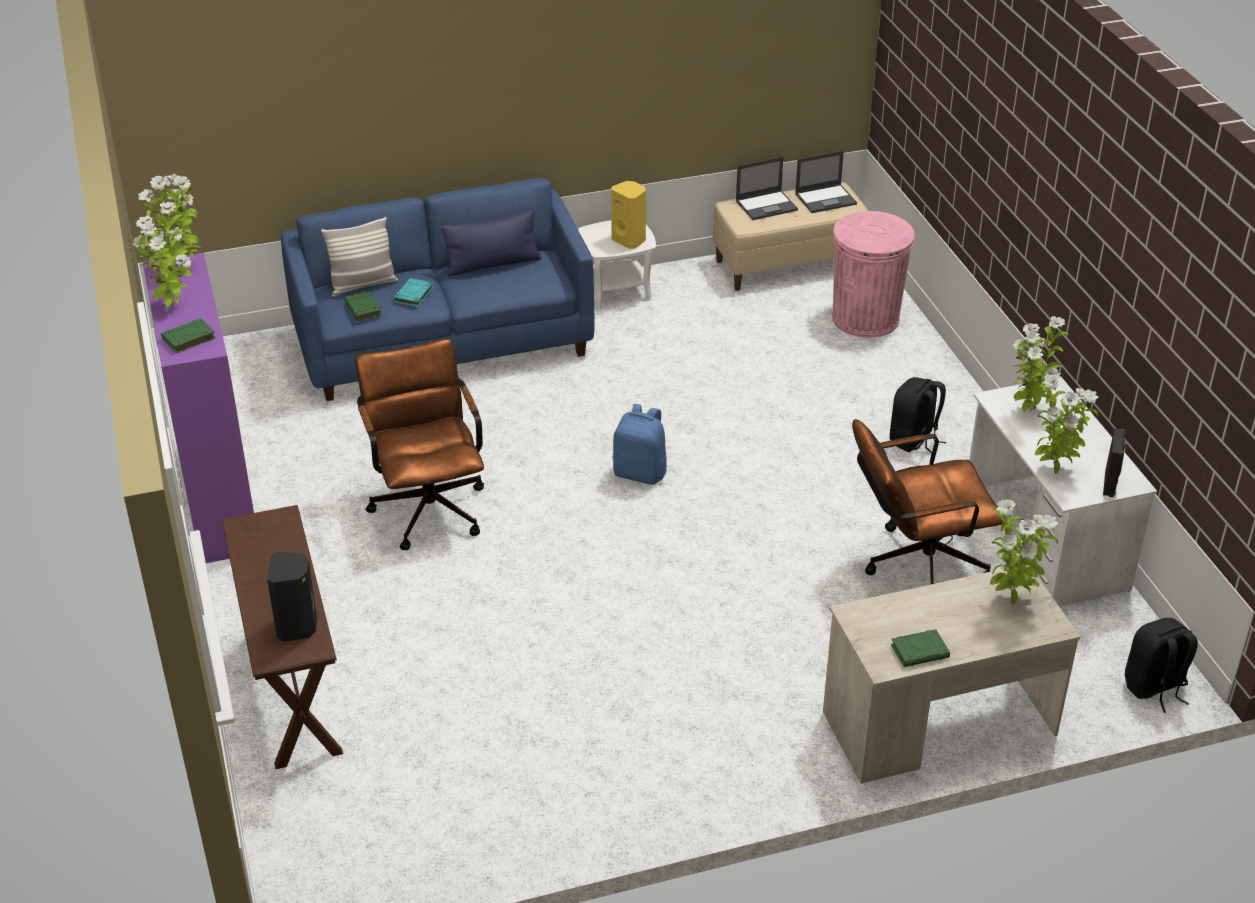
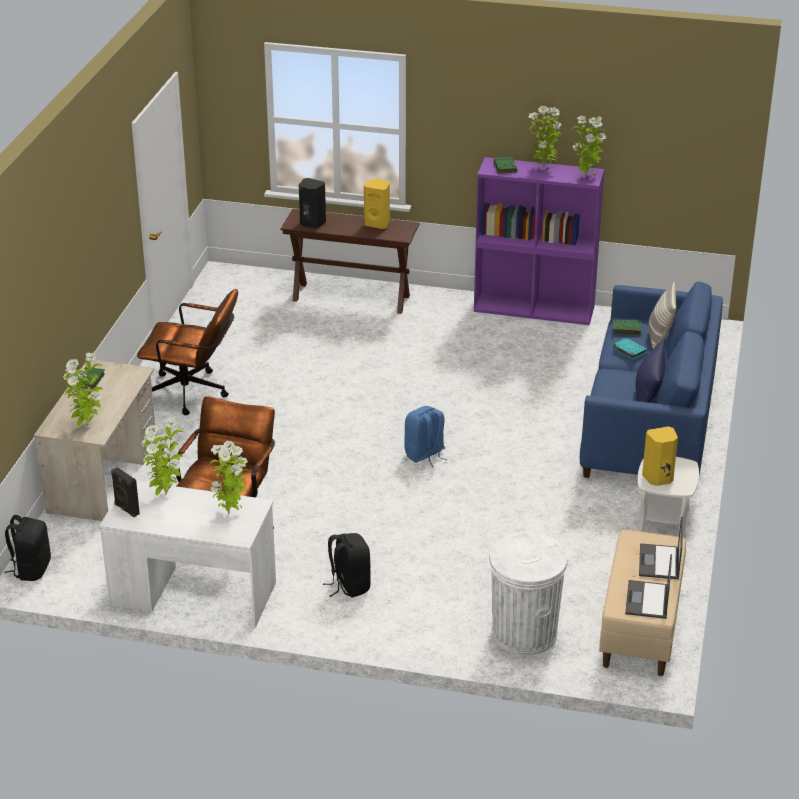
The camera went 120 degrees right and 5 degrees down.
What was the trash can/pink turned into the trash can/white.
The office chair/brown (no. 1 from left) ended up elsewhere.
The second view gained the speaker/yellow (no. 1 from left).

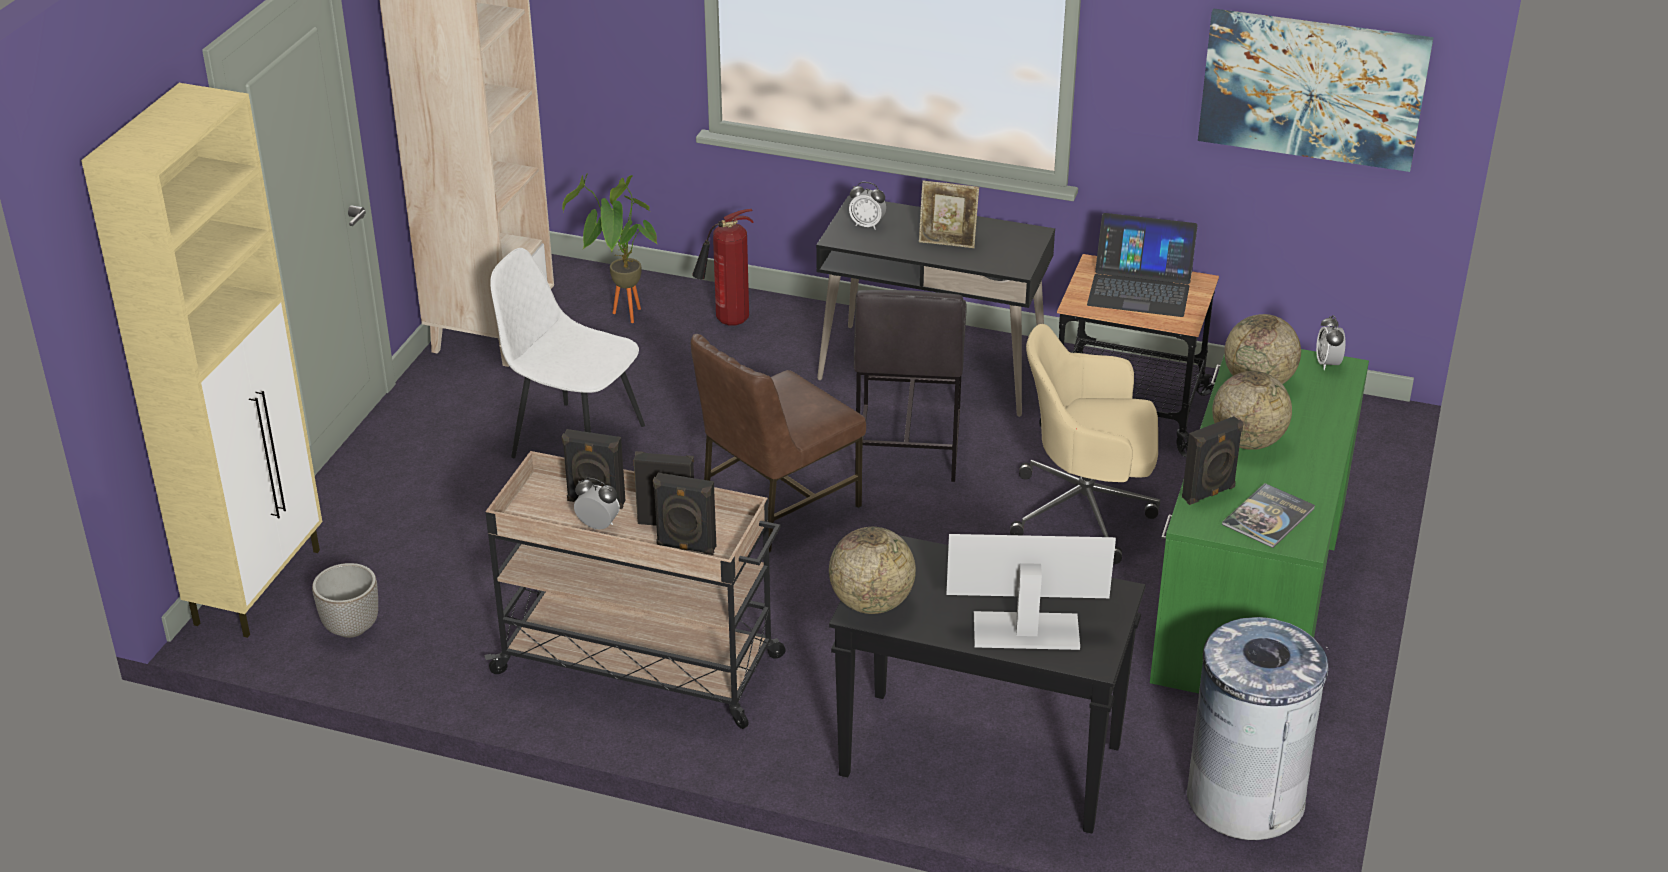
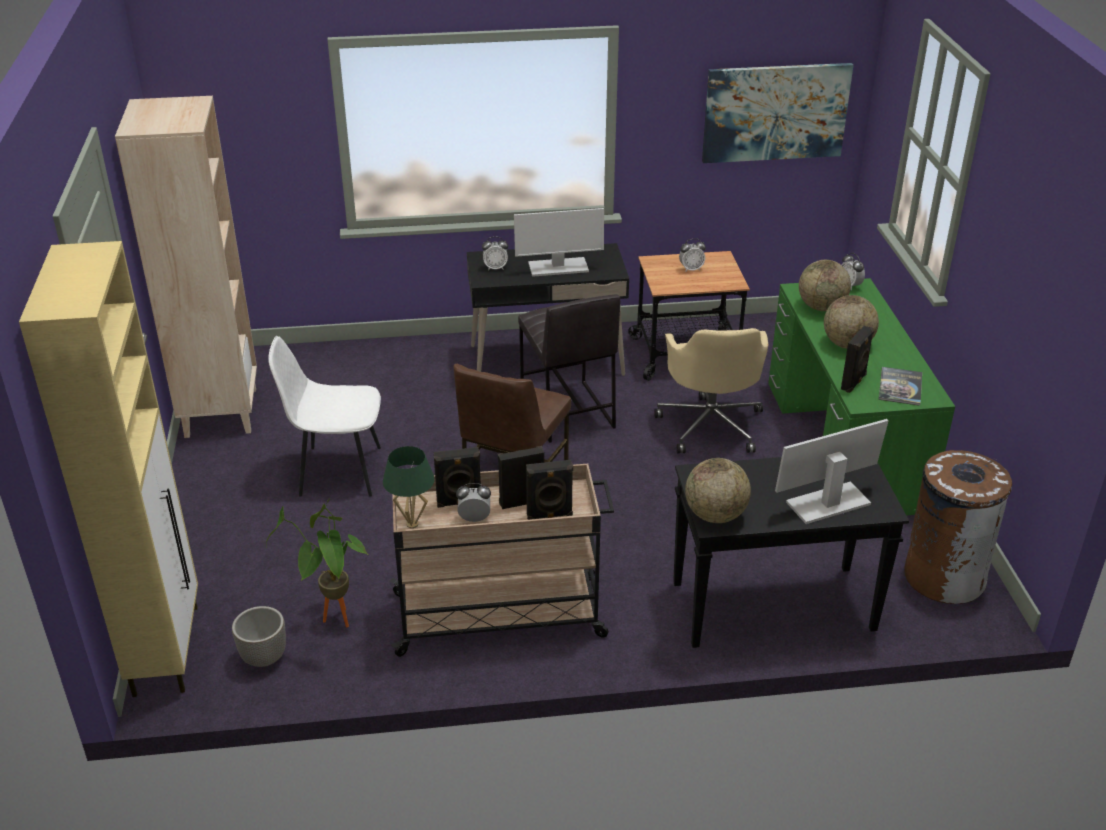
The camera went 25 degrees left and 0 degrees up.
The potted plant ended up elsewhere.
Where the picture frame stood, the monitor (no. 1 from left) came to stand.
The second view lost the fire extinguisher.
Where the laptop stood, the alarm clock (no. 3 from left) came to stand.
The office chair/beige ended up facing another way, 75 degrees counterclockwise from before.
What was the trash can/grey turned into the trash can/brown.
The second view gained the table lamp/green.

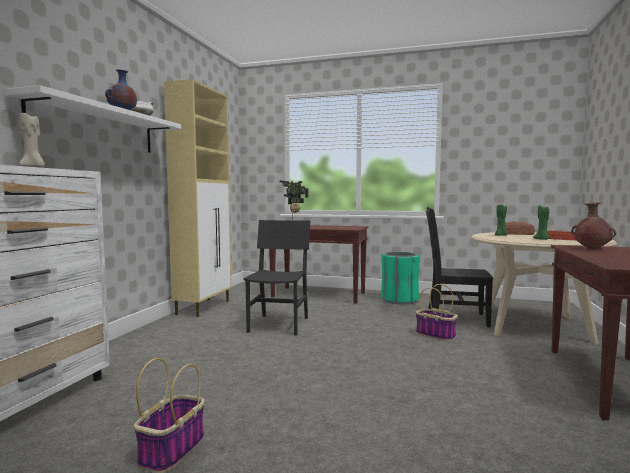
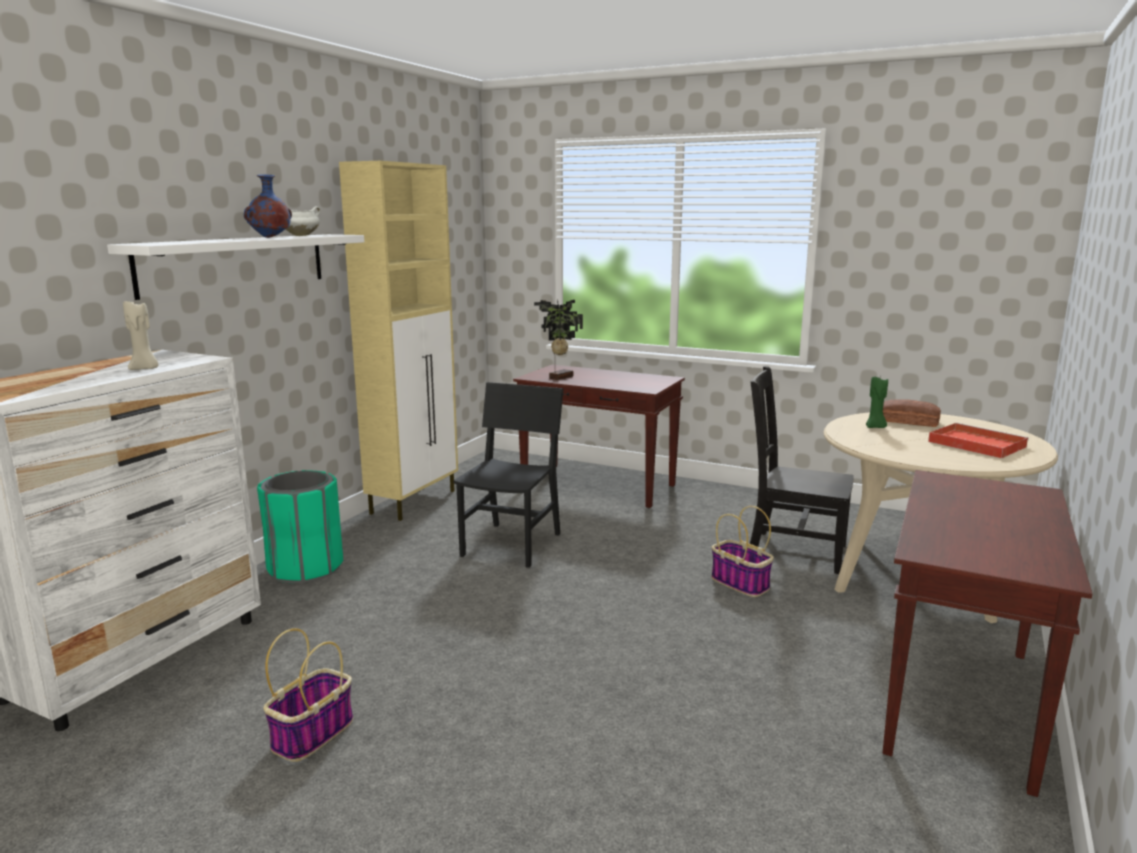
The camera went 10 degrees right and 10 degrees up.
The second view lost the vase/brown.
The second view lost the candle/green (no. 2 from left).
The trash can/green ended up elsewhere.

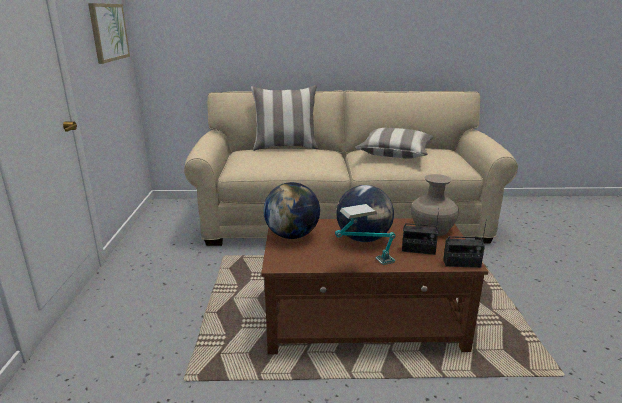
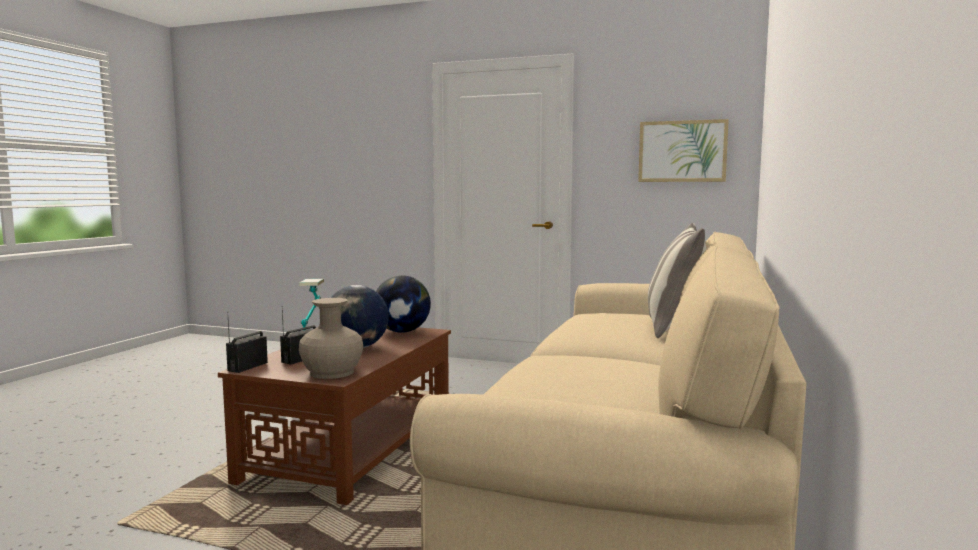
The camera went 110 degrees right and 15 degrees down.
The second view lost the pillow (no. 2 from left).

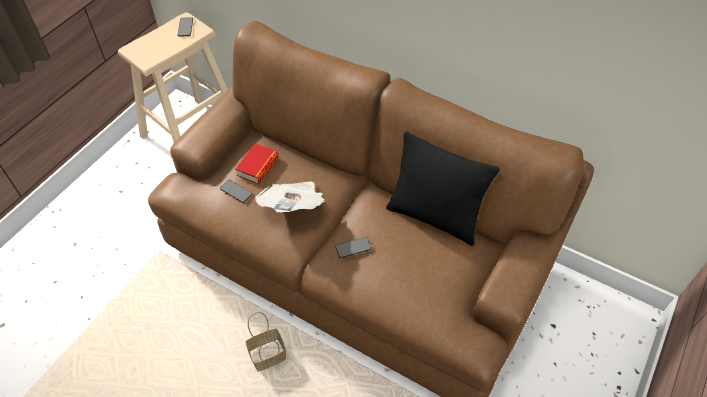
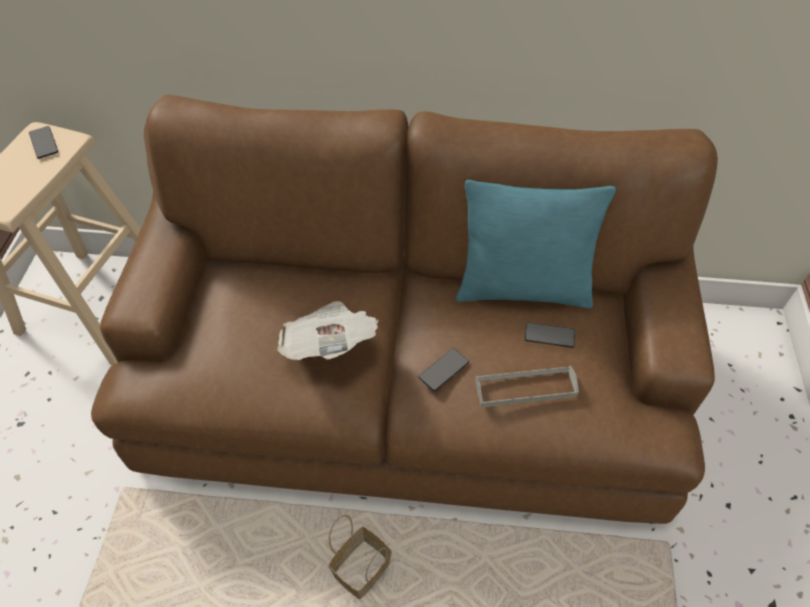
The camera went 25 degrees left and 0 degrees up.
What was the pillow/black turned into the pillow/turquoise.
The second view lost the book.
The phone (no. 2 from left in the first image) ended up elsewhere.
The second view gained the tray/grey.

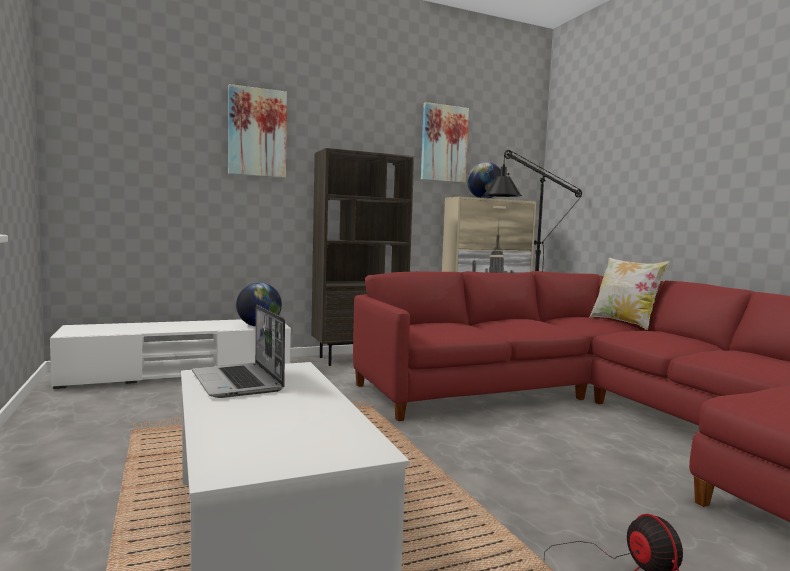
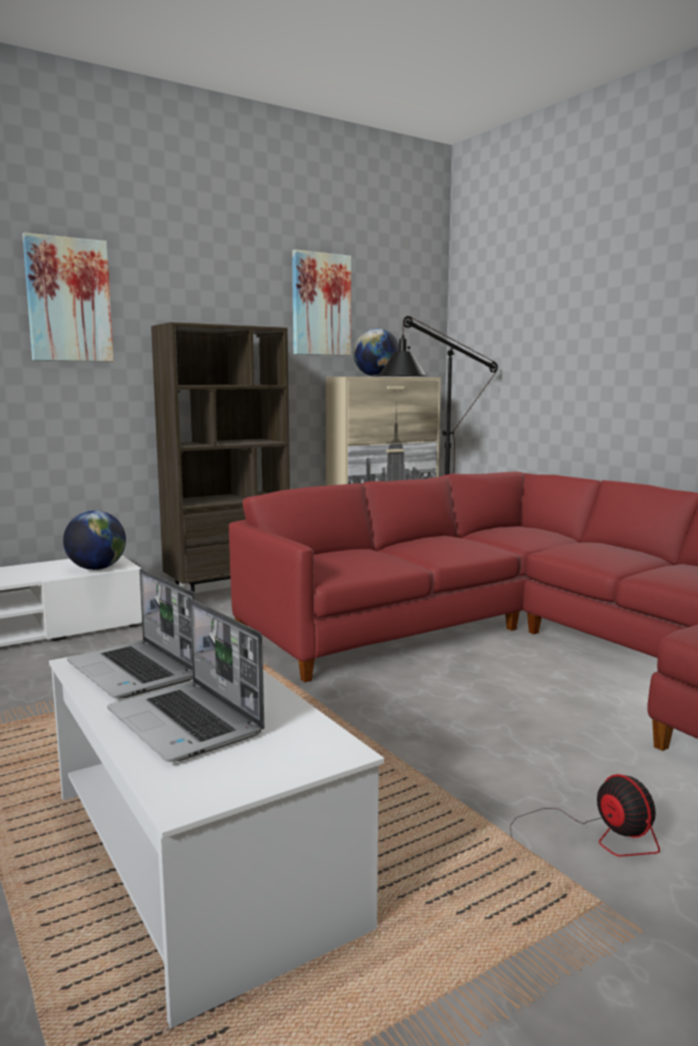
The camera went 10 degrees left and 5 degrees up.
The second view lost the pillow.
The second view gained the laptop (no. 2 from left).

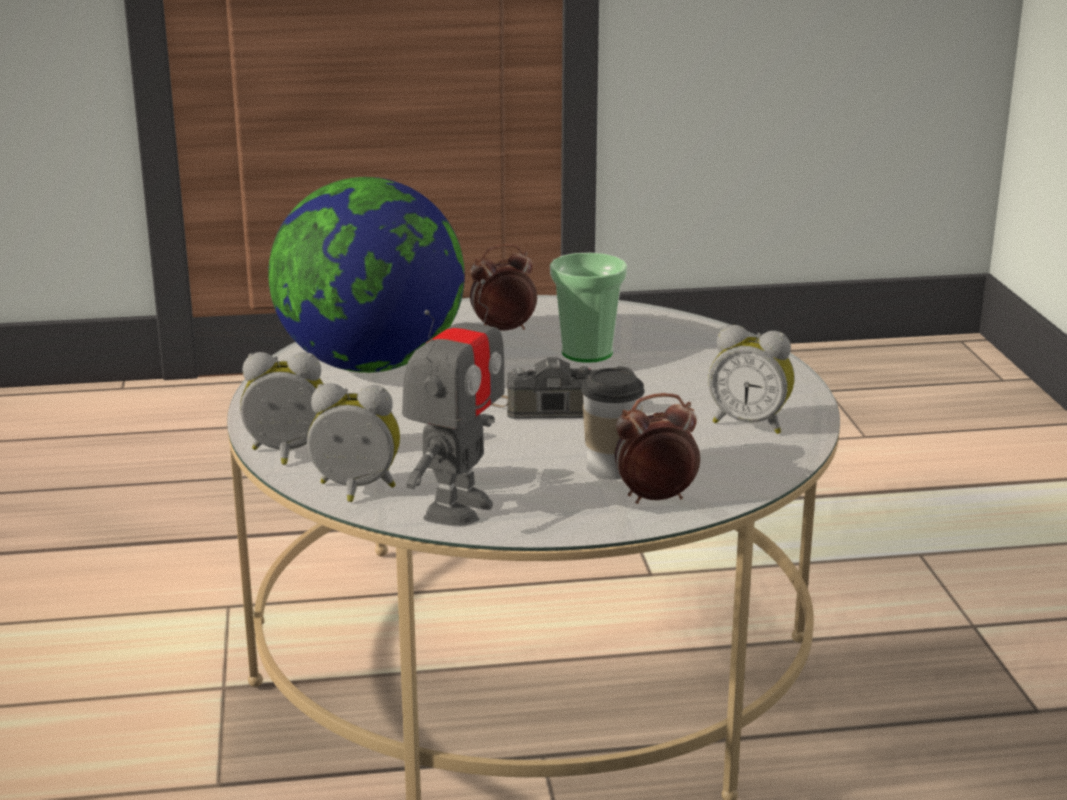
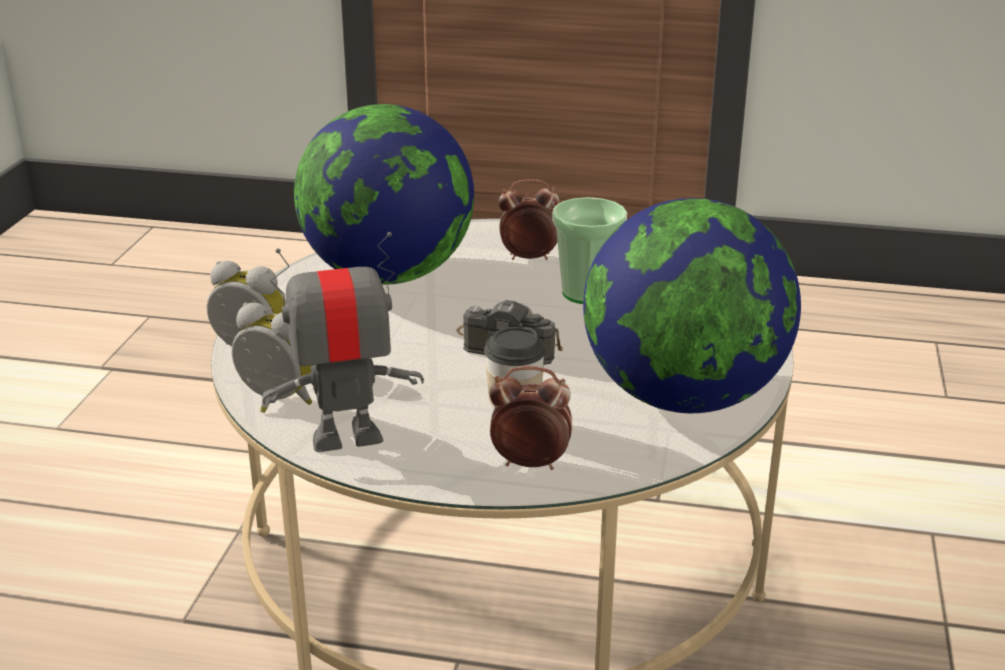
The camera went 20 degrees right and 5 degrees up.
The toy robot ended up facing another way, 150 degrees counterclockwise from before.
Where the alarm clock (no. 5 from left) stood, the globe (no. 2 from left) came to stand.

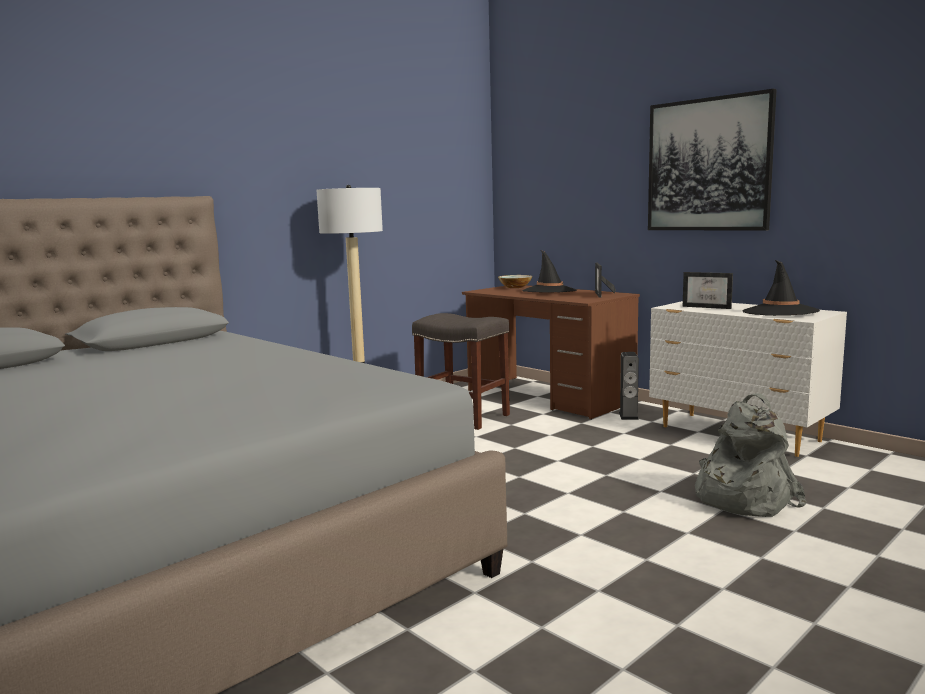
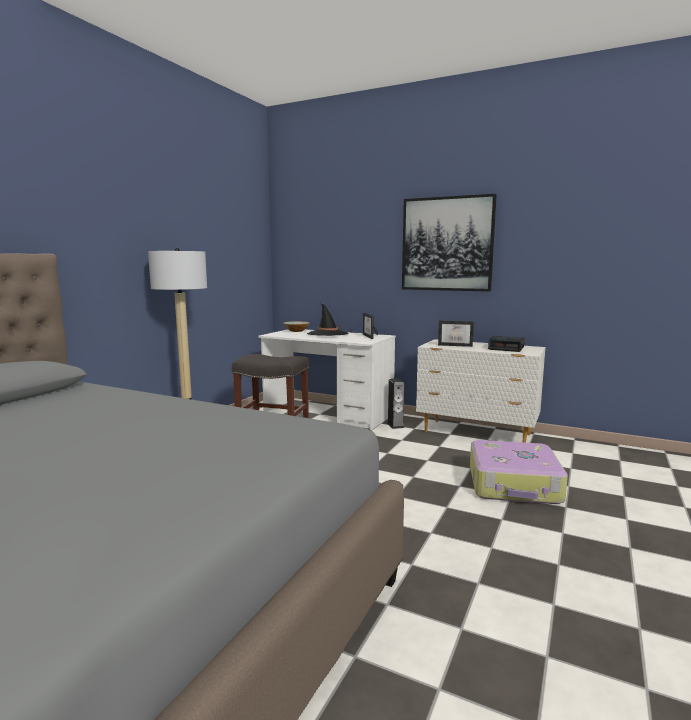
The camera went 20 degrees left and 0 degrees up.
Where the hat/black (no. 2 from left) stood, the alarm clock came to stand.
What was the desk/brown turned into the desk/white.
Where the backpack/grey stood, the suitcase came to stand.

